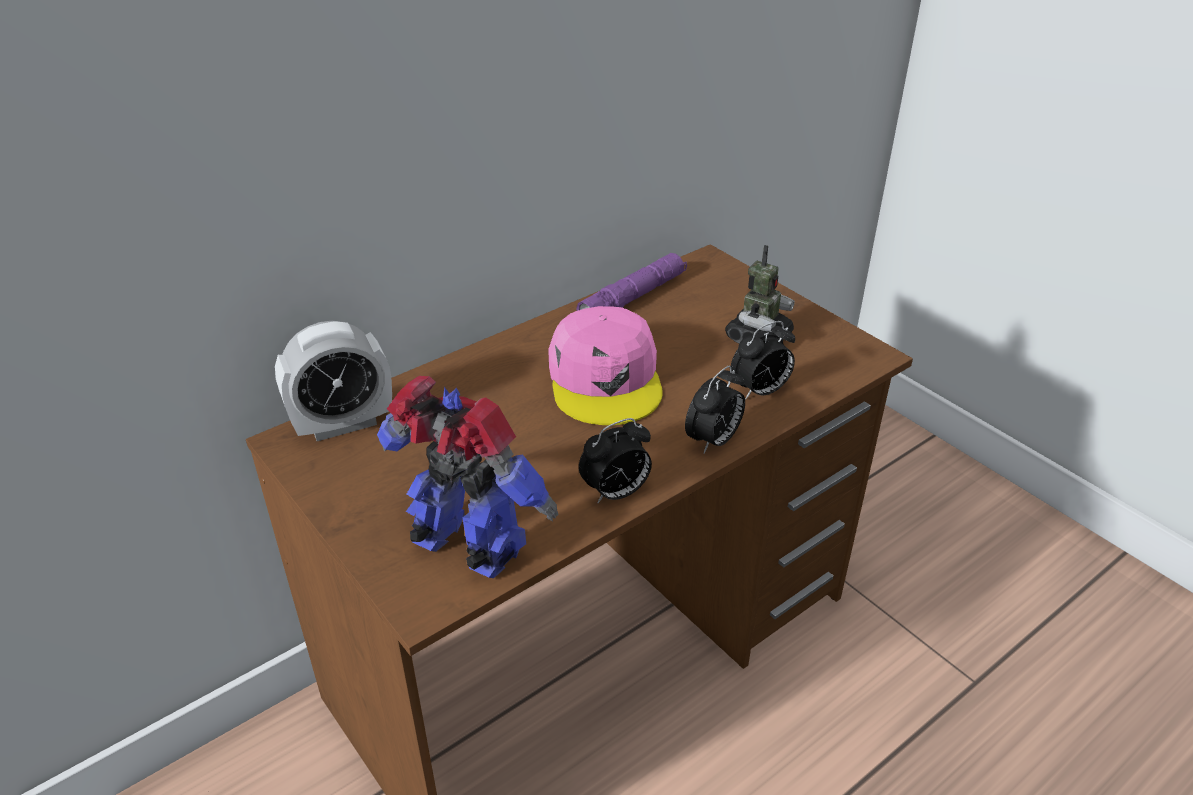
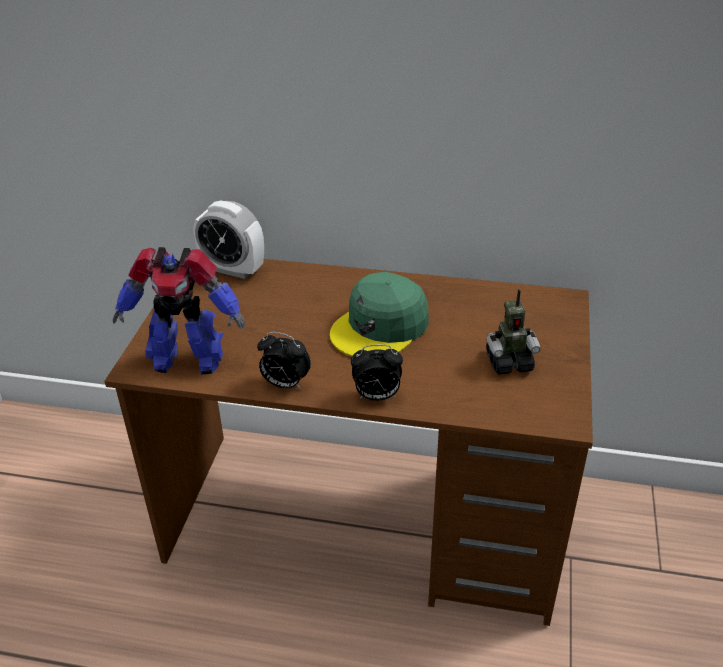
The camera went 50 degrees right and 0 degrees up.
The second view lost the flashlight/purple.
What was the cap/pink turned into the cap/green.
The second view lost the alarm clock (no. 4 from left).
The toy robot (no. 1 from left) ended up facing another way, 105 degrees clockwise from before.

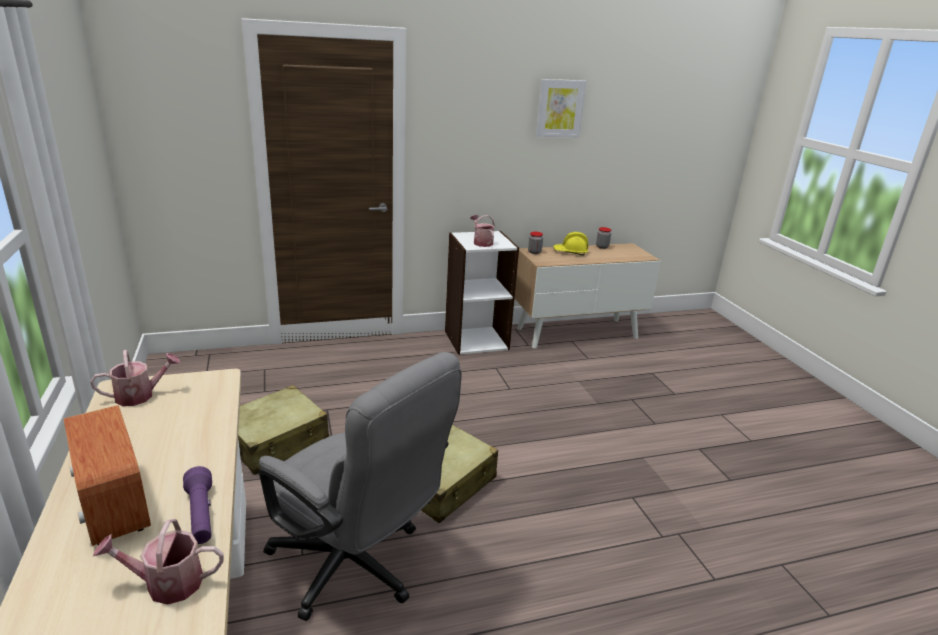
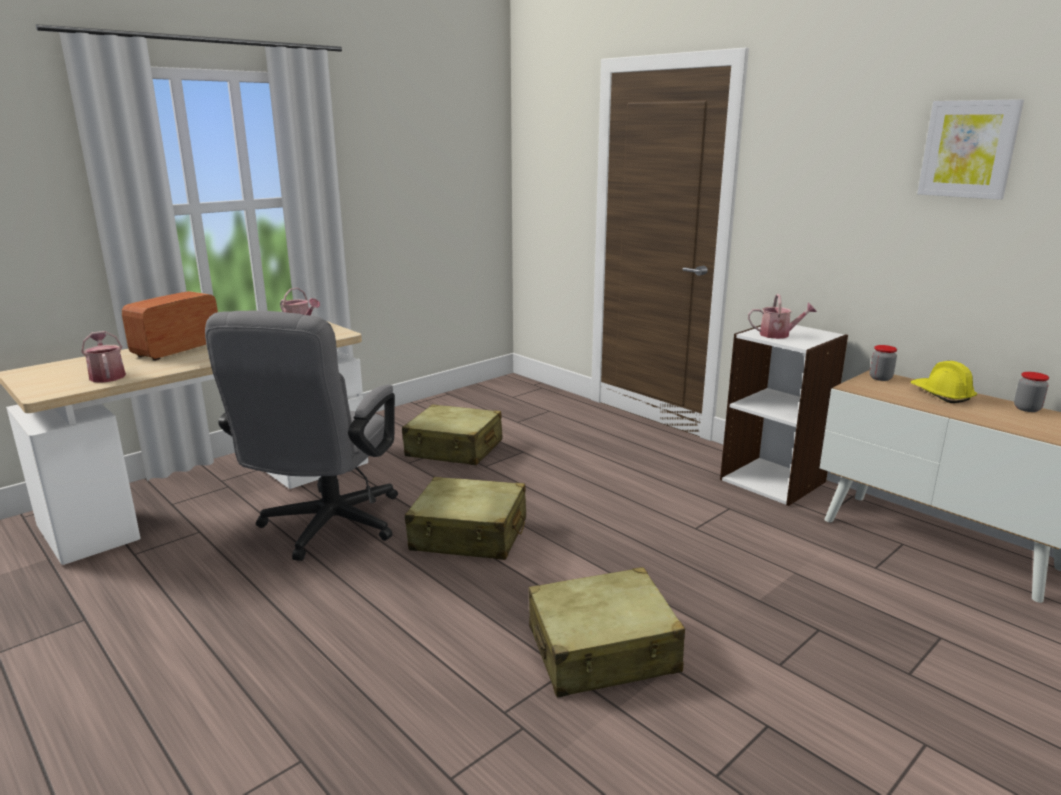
The camera went 65 degrees right and 5 degrees down.
The watering can (no. 3 from left) ended up facing another way, 60 degrees clockwise from before.
The second view lost the flashlight/purple.
The second view gained the suitcase/beige (no. 3 from left).

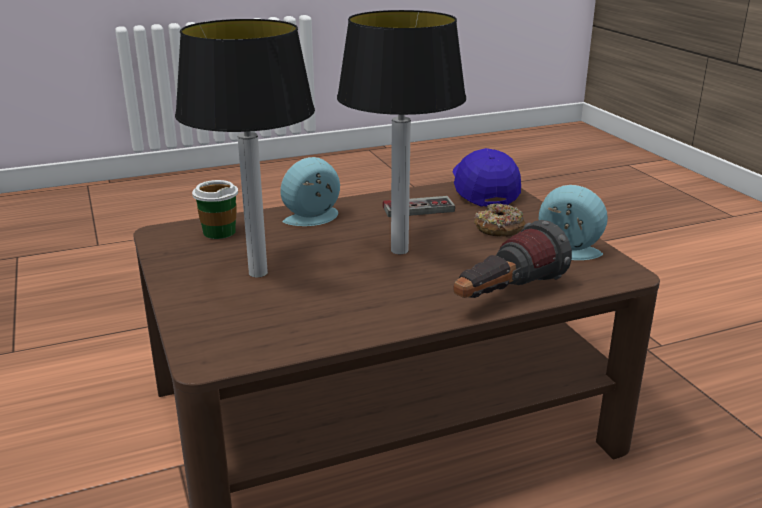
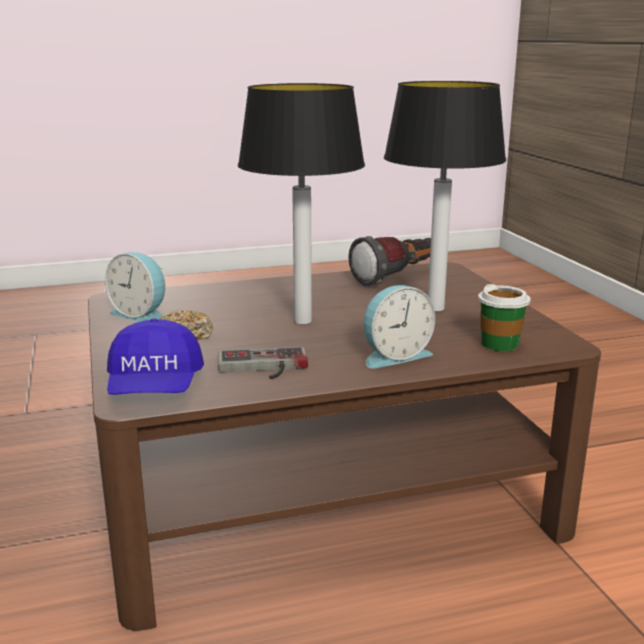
The camera went 175 degrees left and 5 degrees down.
The flashlight ended up elsewhere.

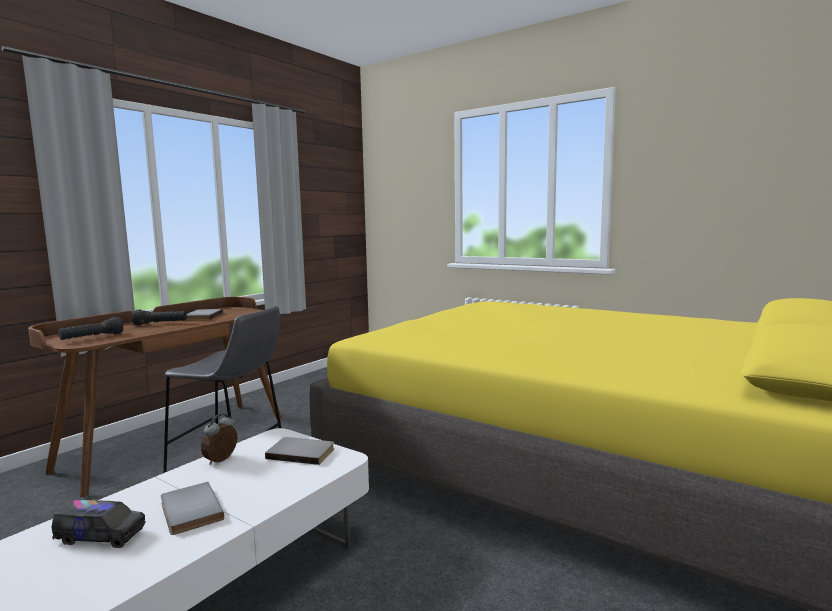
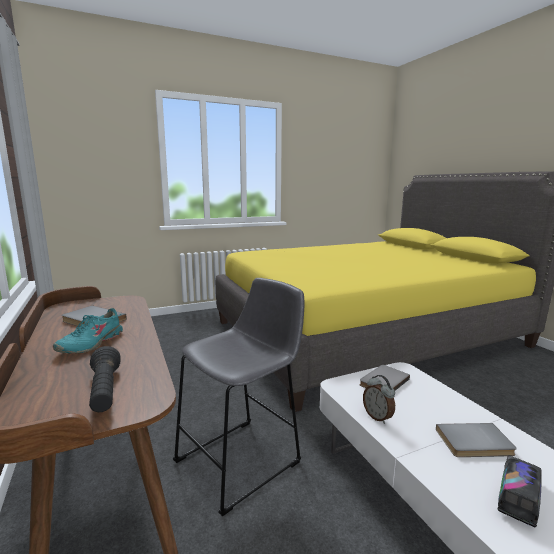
The camera went 60 degrees left and 5 degrees up.
Where the flashlight/black (no. 2 from left) stood, the shoe/turquoise came to stand.

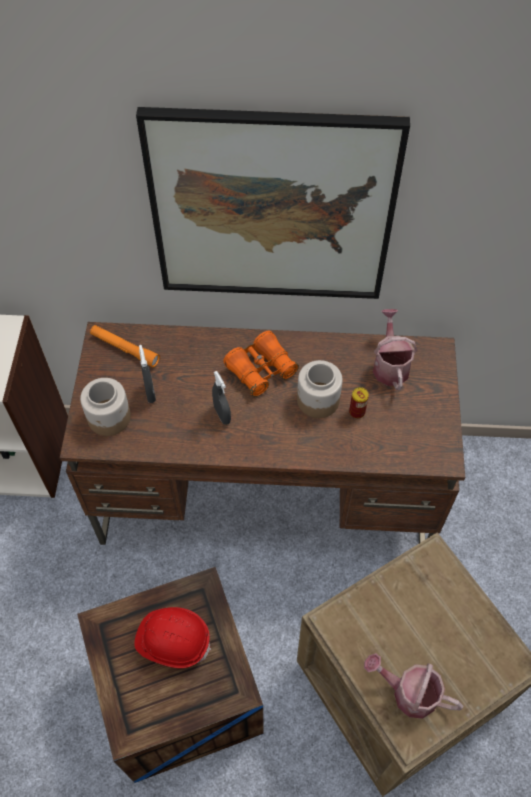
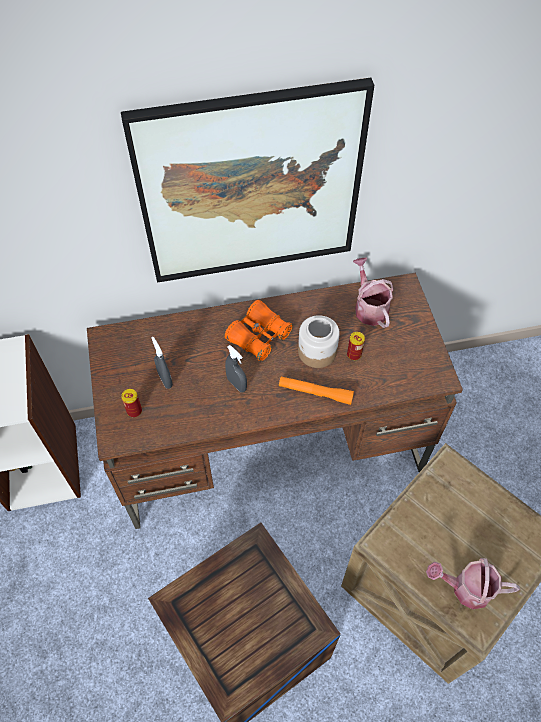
The camera went 15 degrees left and 0 degrees up.
The flashlight/orange ended up elsewhere.
Where the jar (no. 1 from left) stood, the can (no. 1 from left) came to stand.
The second view lost the hard hat/red.

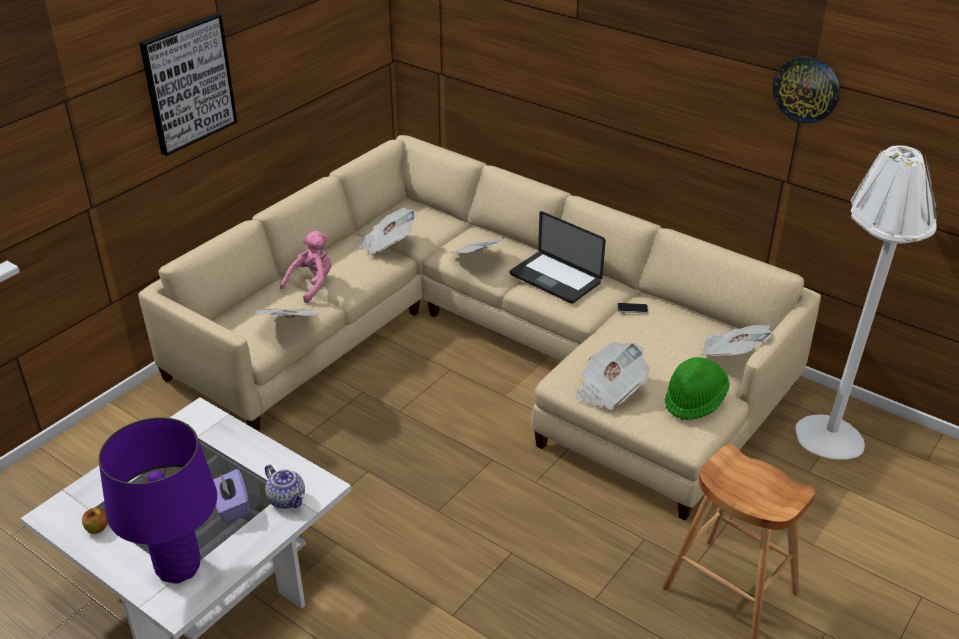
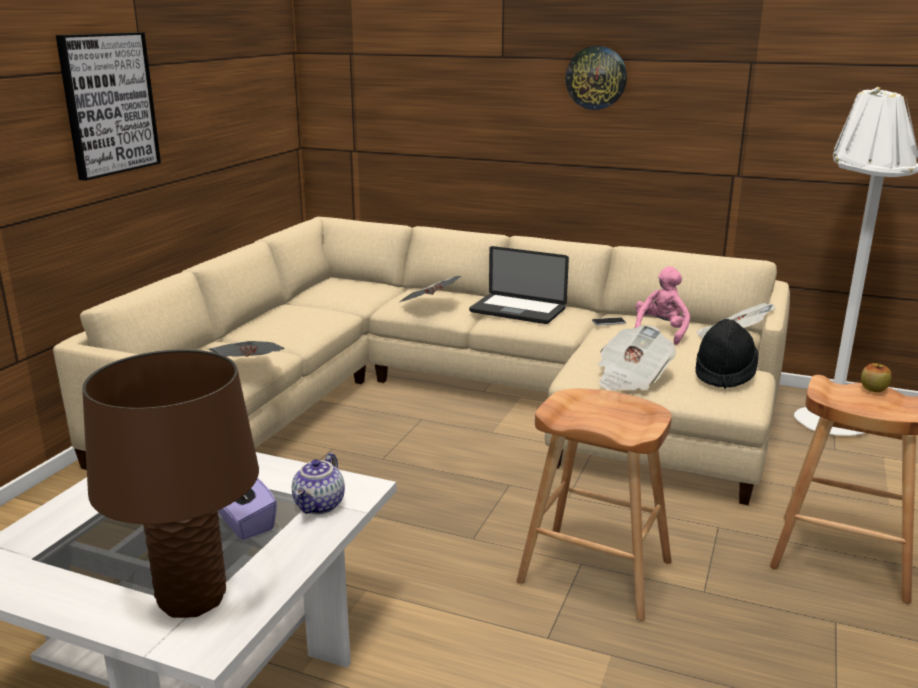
The camera went 15 degrees left and 15 degrees down.
The wall clock ended up elsewhere.
The second view lost the newspaper (no. 2 from left).
The plush toy/pink ended up elsewhere.
What was the hat/green turned into the hat/black.
What was the table lamp/purple turned into the table lamp/brown.
The teapot ended up facing another way, 75 degrees clockwise from before.
The apple ended up elsewhere.
The second view gained the stool/brown (no. 1 from left).

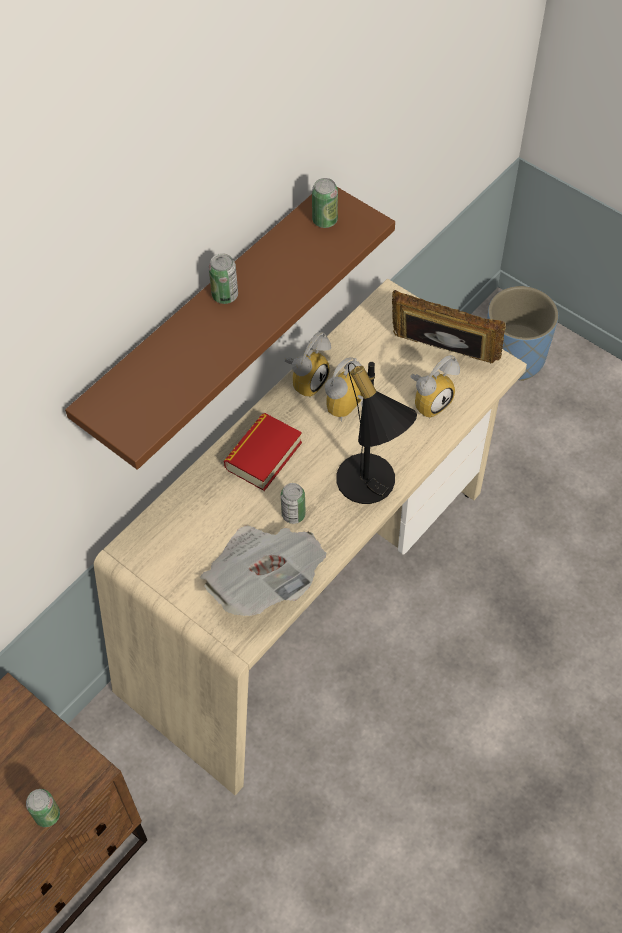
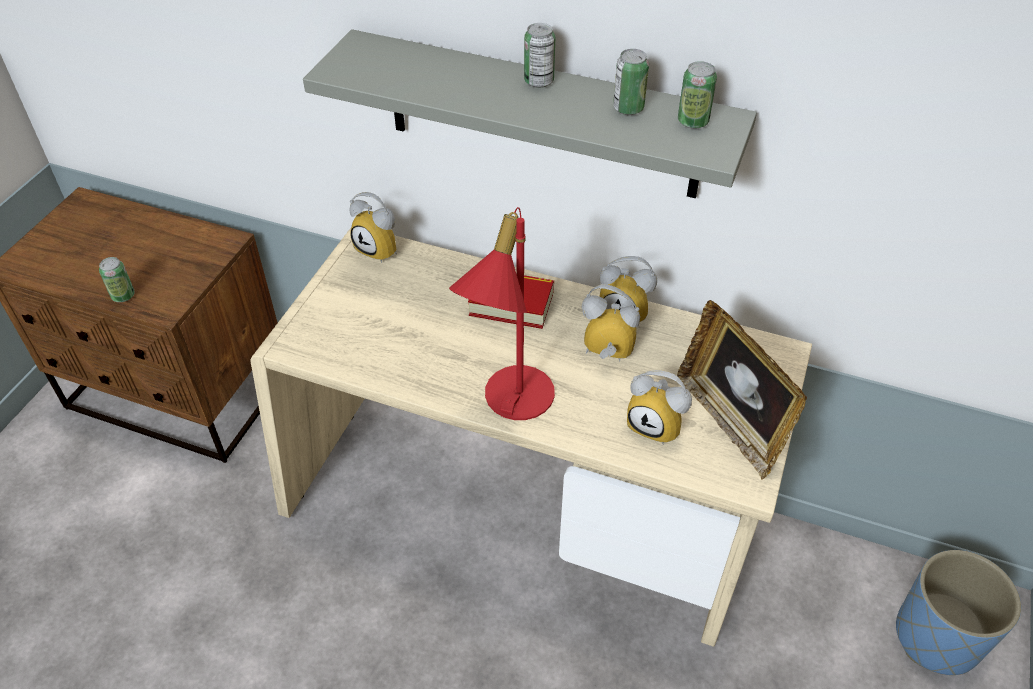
The camera went 70 degrees right and 10 degrees down.
What was the shelf/brown turned into the shelf/grey.
The picture frame ended up facing another way, 150 degrees clockwise from before.
What was the table lamp/black turned into the table lamp/red.
The can (no. 3 from left) ended up elsewhere.
The second view lost the newspaper.
The second view gained the alarm clock (no. 1 from left).

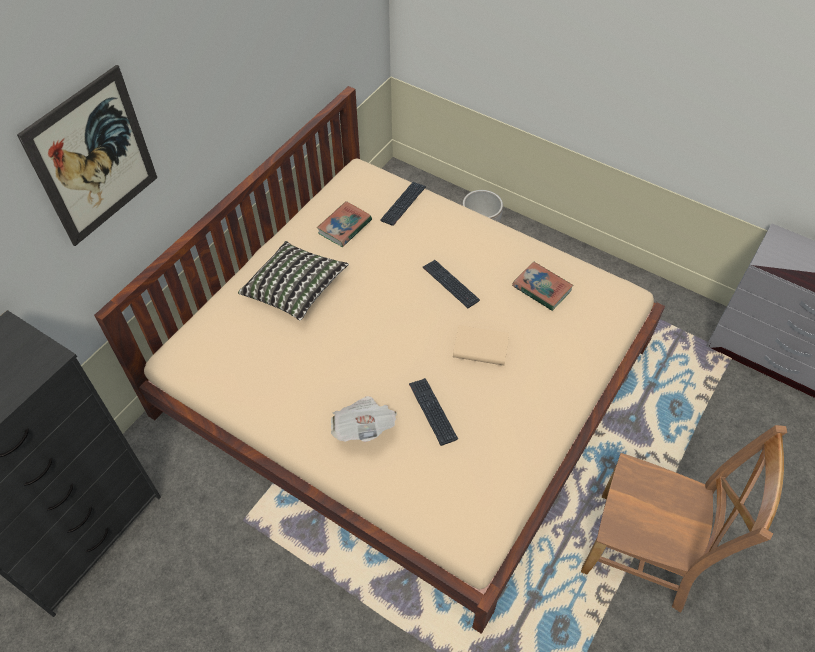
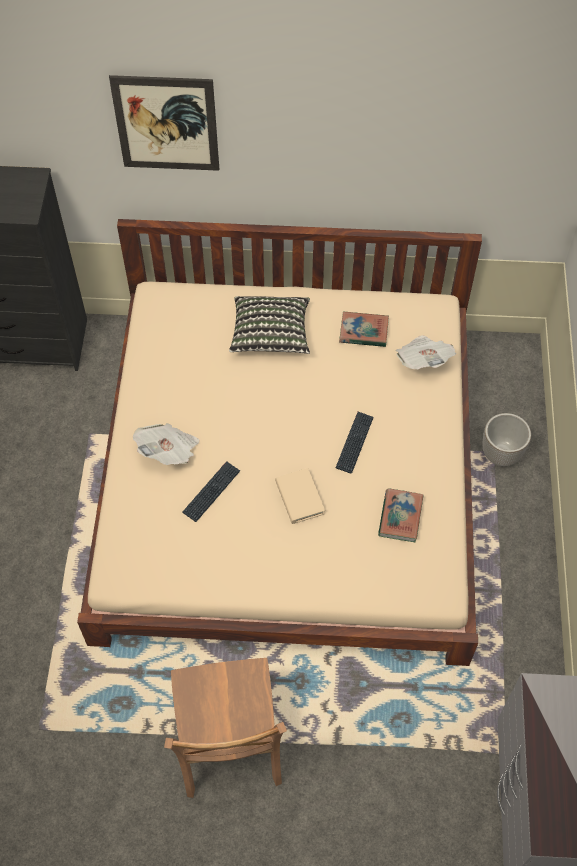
The camera went 60 degrees right and 5 degrees up.
Where the keyboard (no. 1 from left) stood, the newspaper (no. 2 from left) came to stand.

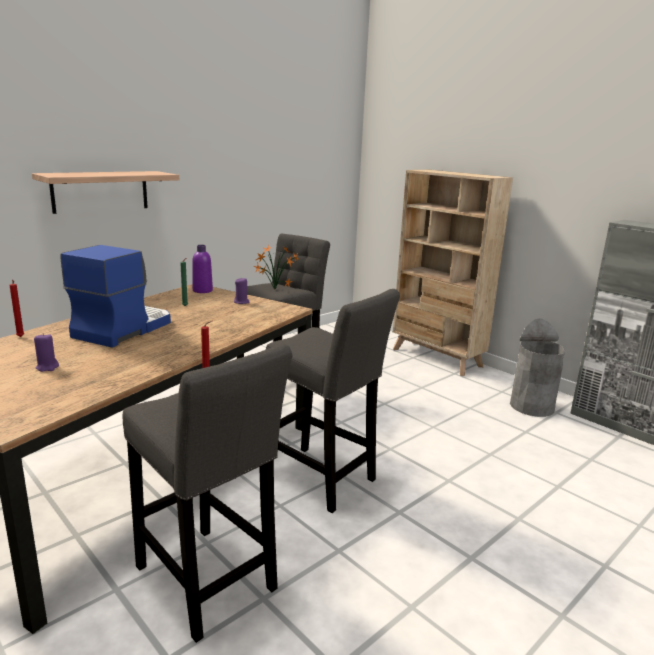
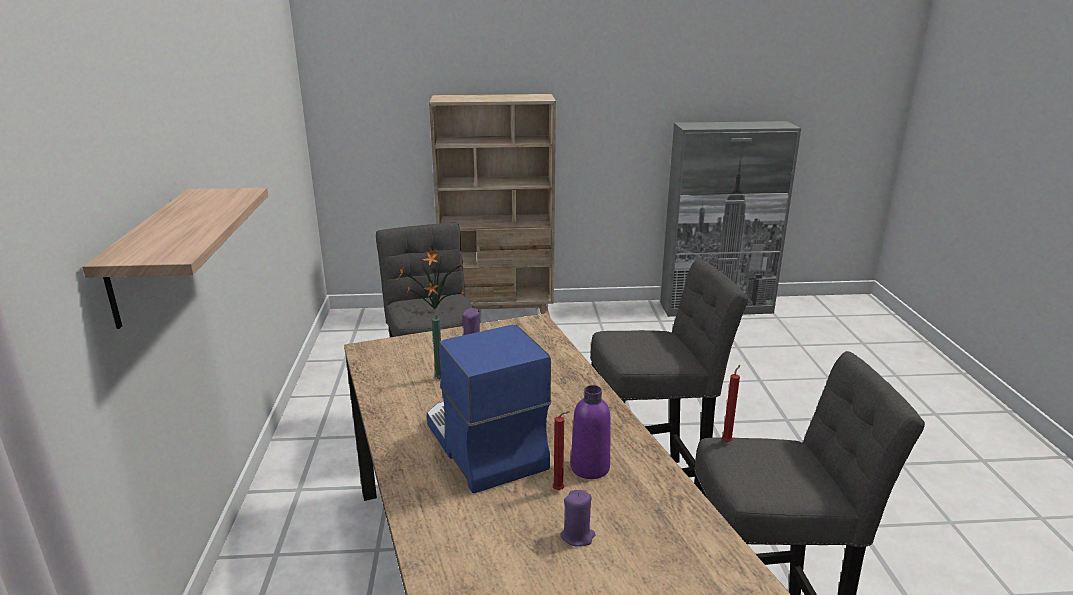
The camera went 50 degrees left and 5 degrees up.
The bottle/purple ended up elsewhere.
The candle/red (no. 1 from left) ended up elsewhere.
The second view lost the trash can/grey.

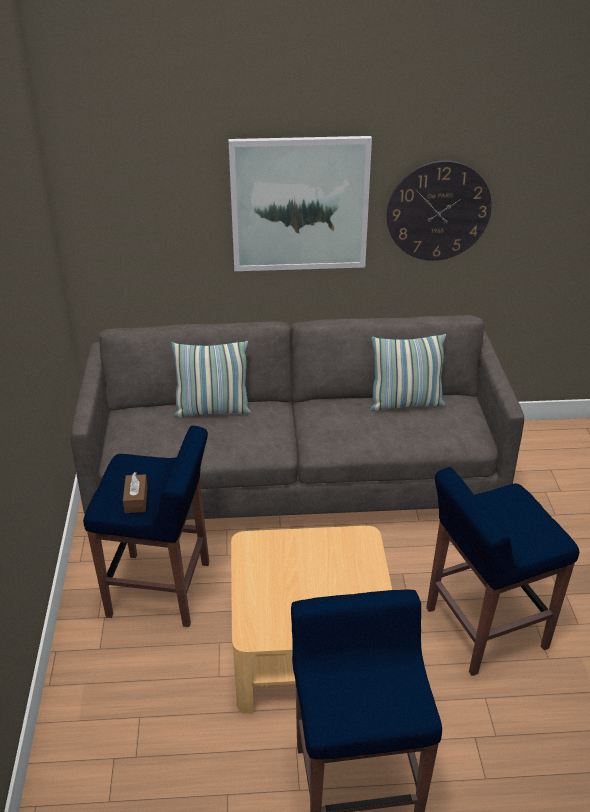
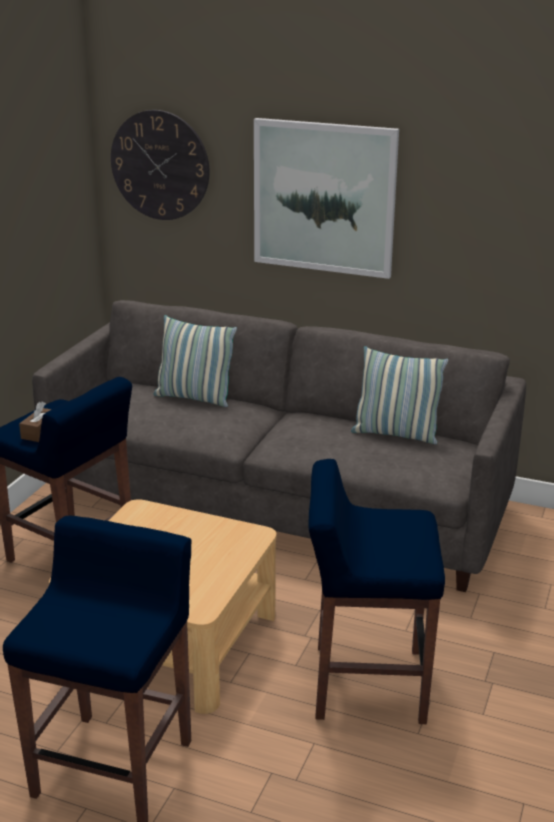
The camera went 25 degrees right and 10 degrees down.
The wall clock ended up elsewhere.

